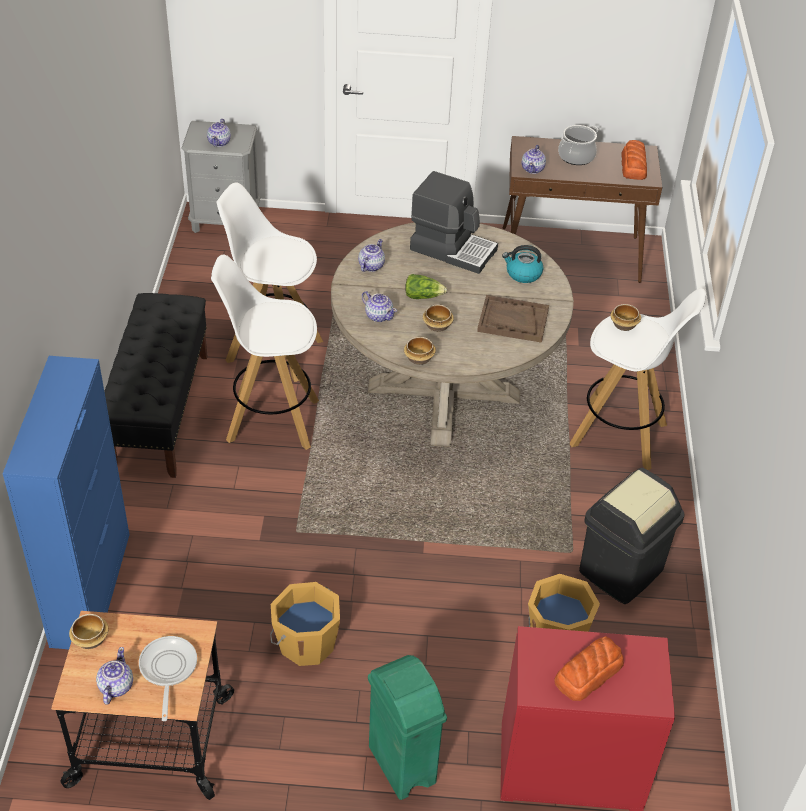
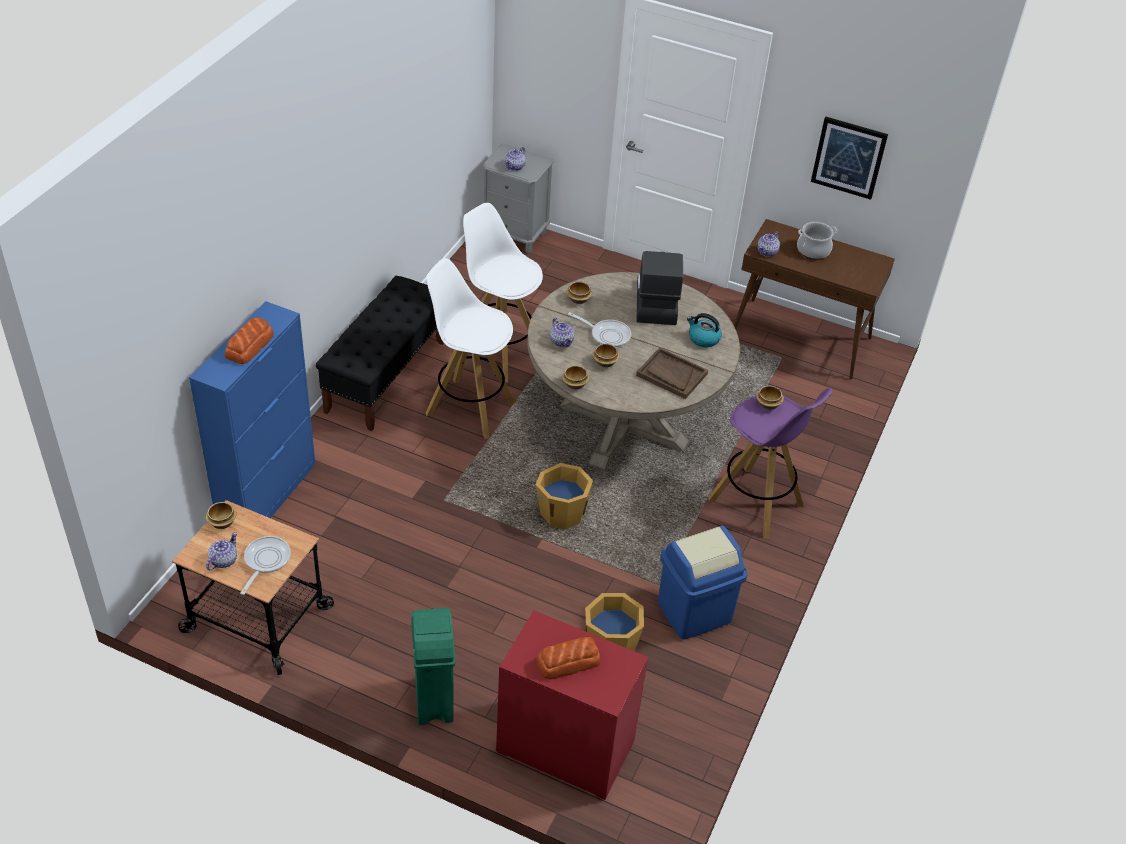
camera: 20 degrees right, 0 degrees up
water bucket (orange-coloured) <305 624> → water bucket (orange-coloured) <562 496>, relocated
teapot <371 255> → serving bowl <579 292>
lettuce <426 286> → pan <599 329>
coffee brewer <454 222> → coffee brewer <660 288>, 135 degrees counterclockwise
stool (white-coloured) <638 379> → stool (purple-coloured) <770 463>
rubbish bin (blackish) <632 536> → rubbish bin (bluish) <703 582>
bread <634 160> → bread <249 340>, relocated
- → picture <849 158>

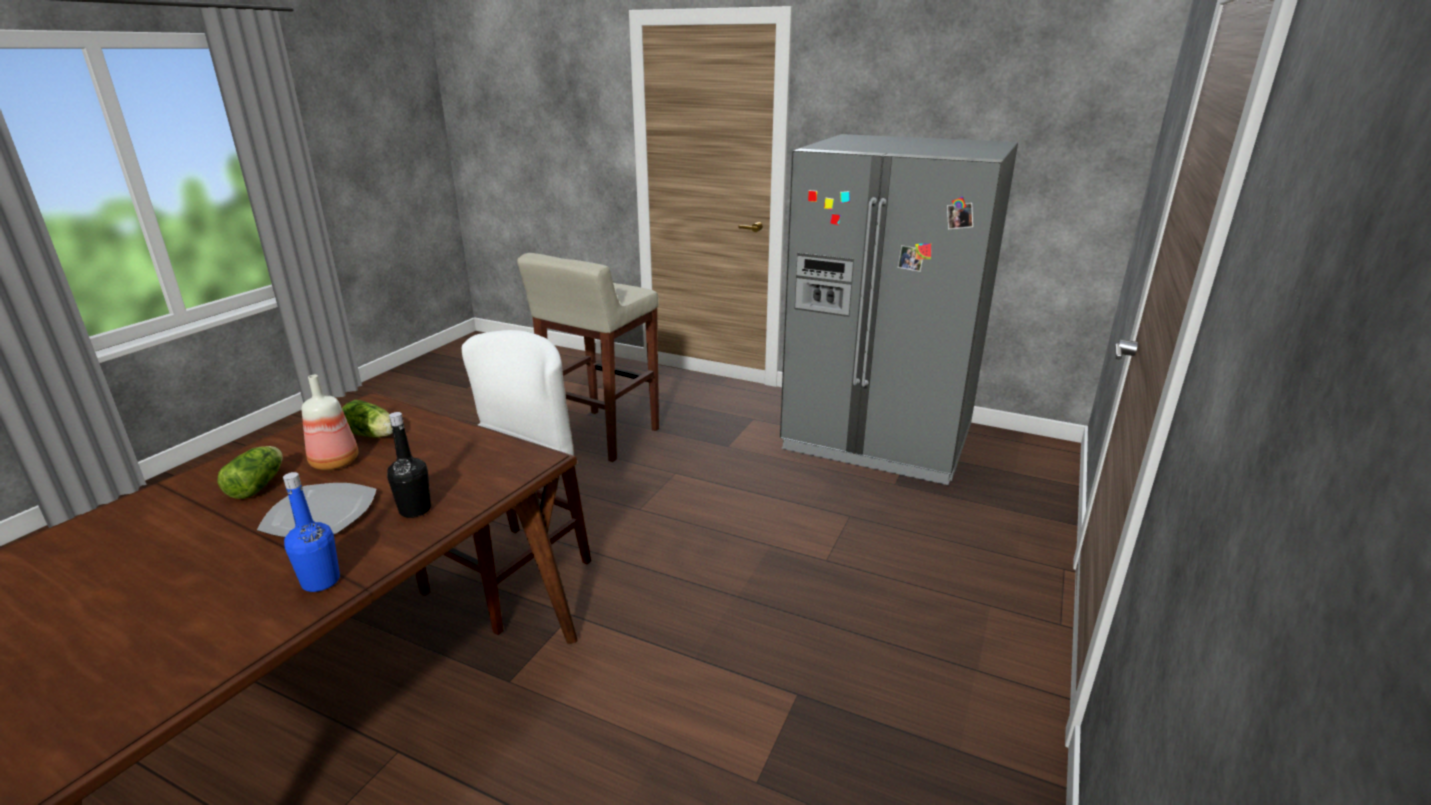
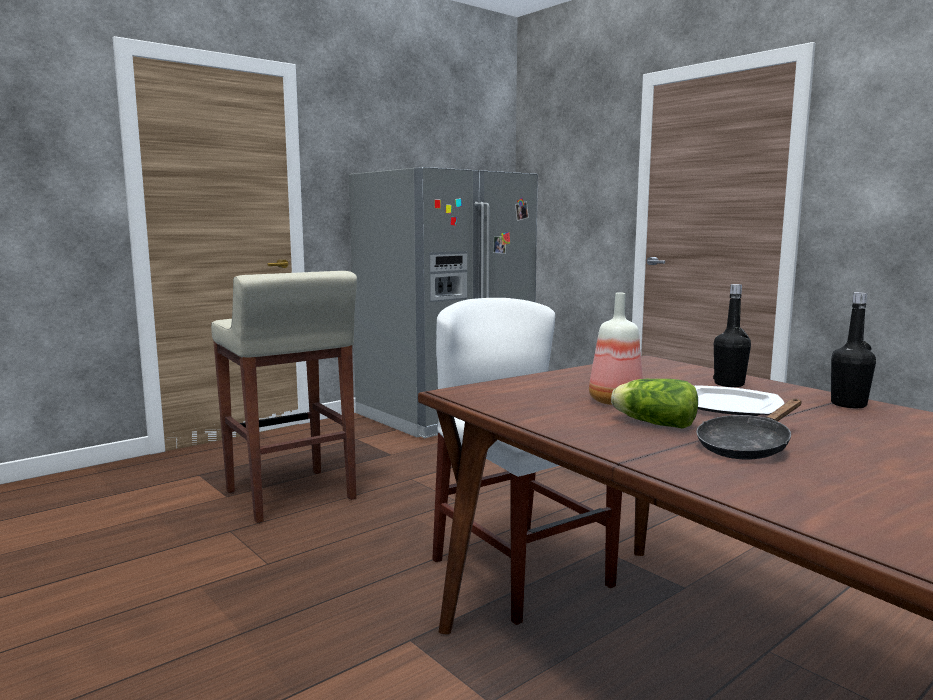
camera: 65 degrees left, 15 degrees down
beverage bottle (bluish) <311 532> → beverage bottle (blackish) <853 350>
lettuce <367 419> → -
- → pan (blackish) <748 428>

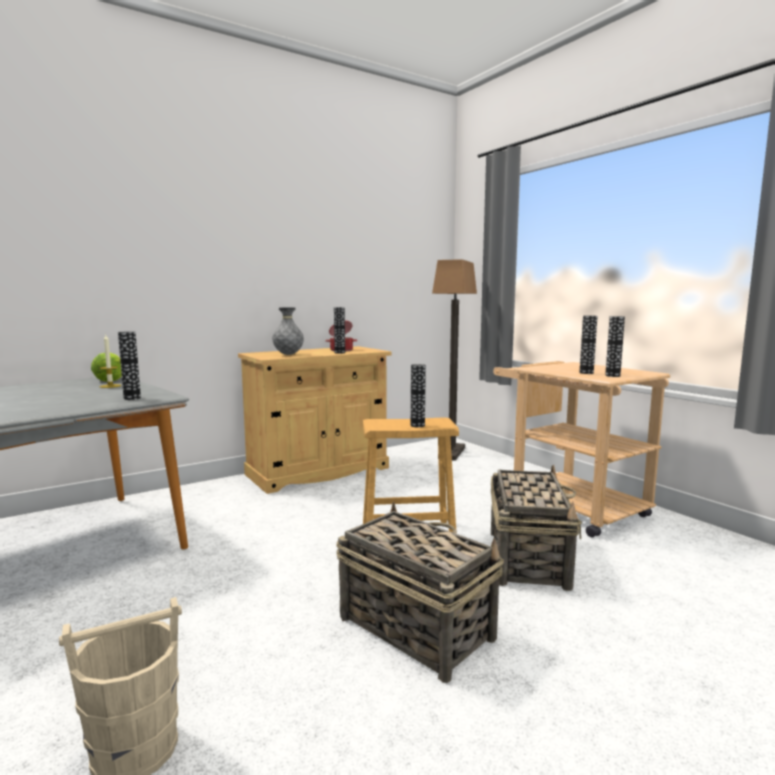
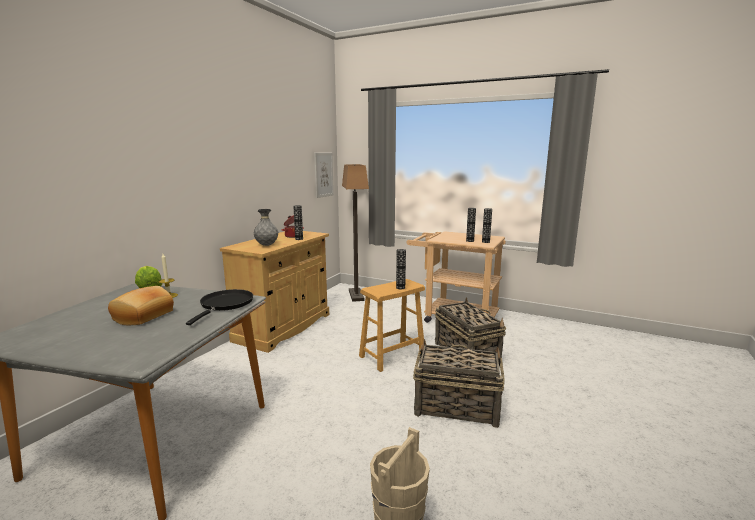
camera: 30 degrees left, 5 degrees up
flower vase <129 365> → pan (blackish) <219 307>
- → bread <141 305>
- → picture <324 175>

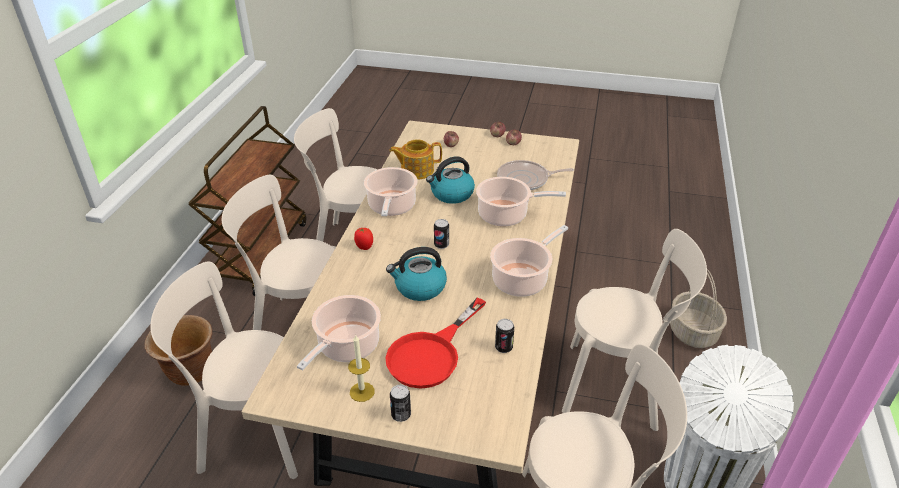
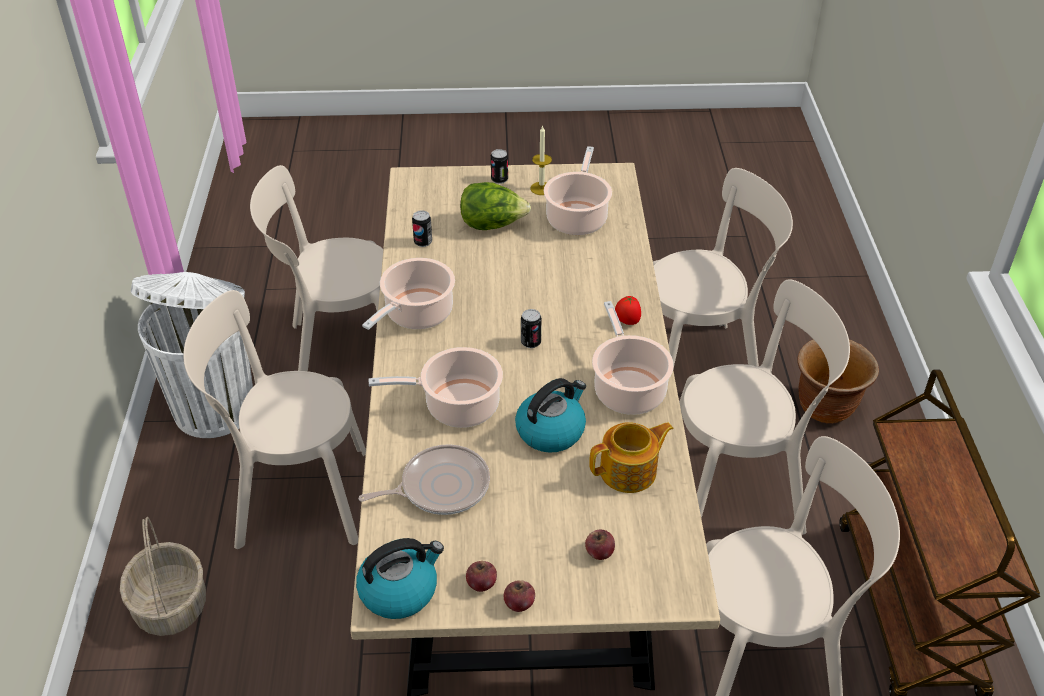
camera: 165 degrees right, 5 degrees up
pan (red-coloured) <435 343> → lettuce <495 206>
kettle <416 274> → kettle <400 578>, relocated

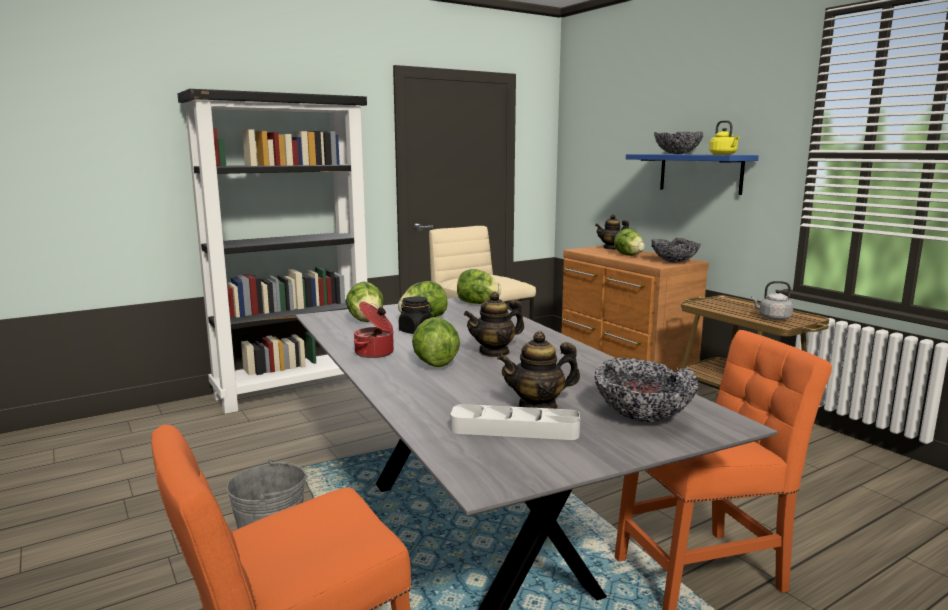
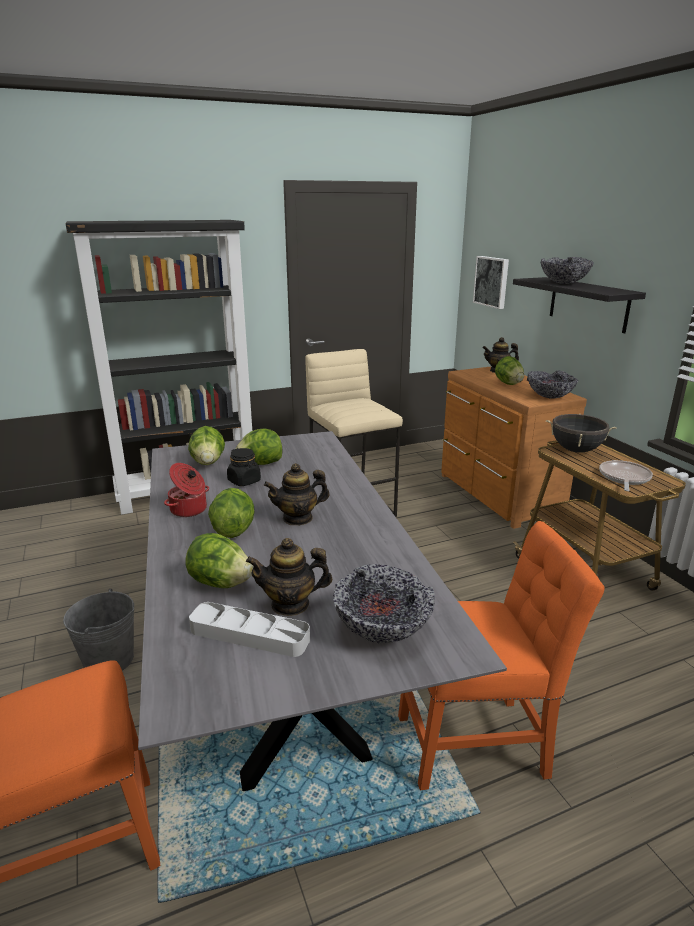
camera: 10 degrees right, 10 degrees up
lettuce <479 286> → lettuce <219 560>, relocated
wall shelf (bluish) <692 174> → wall shelf (blackish) <579 305>
kettle (yellow) <724 137> → -
kettle (greyish) <772 300> → pan <626 475>
- → picture <491 282>
- → saucepot (blackish) <581 433>

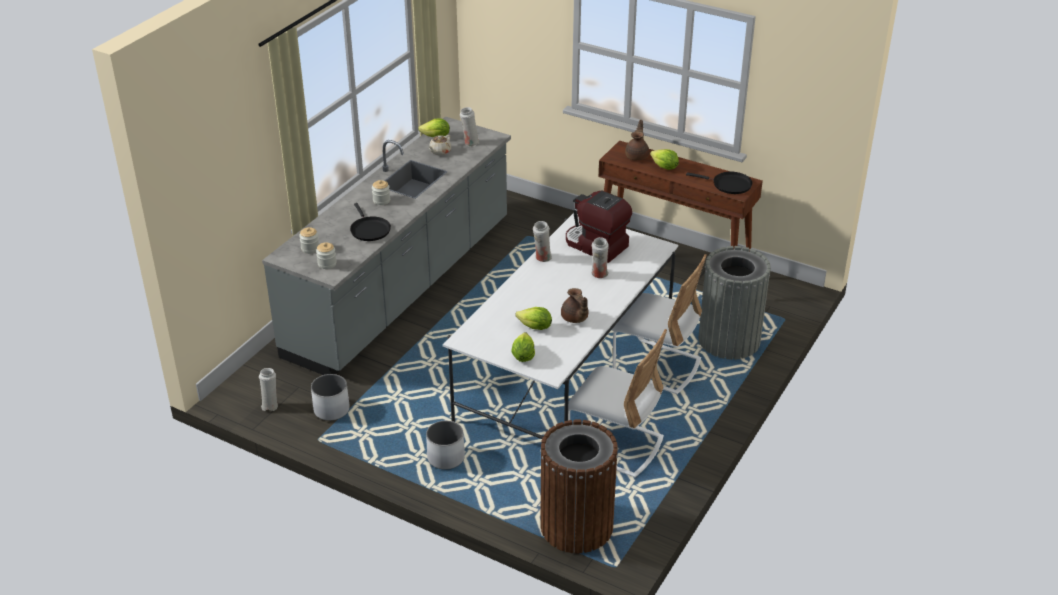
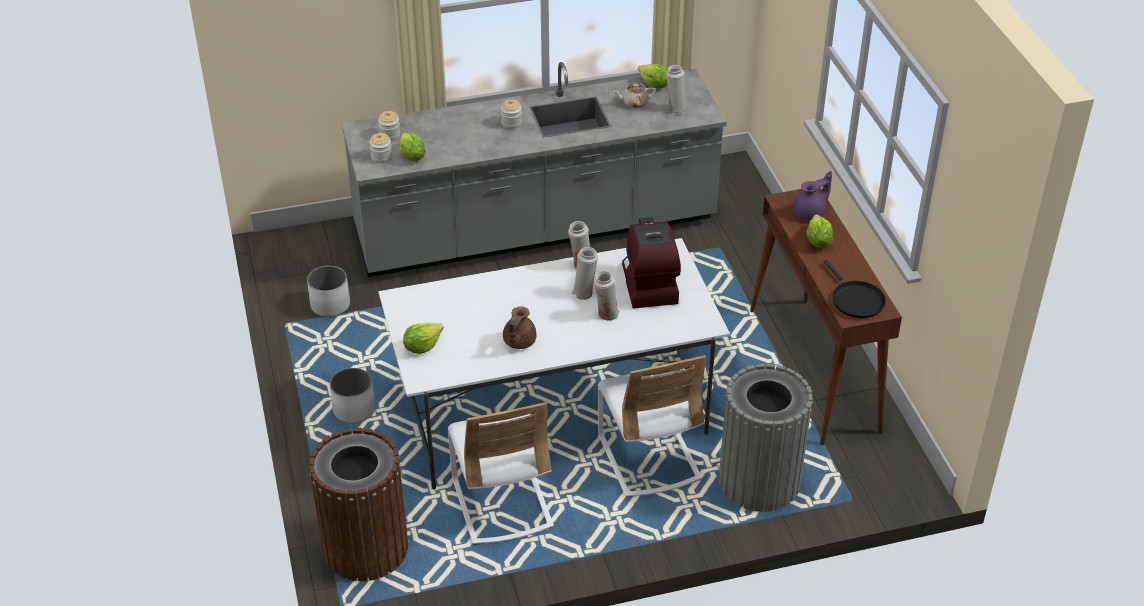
camera: 45 degrees right, 5 degrees up
flower vase (white-coloured) <268 389> → flower vase (white-coloured) <585 273>, relocated
pan (blackish) <370 222> → -
lettuce <533 318> → lettuce <413 147>, relocated
teapot (brown) <637 140> → teapot (purple-coloured) <812 195>

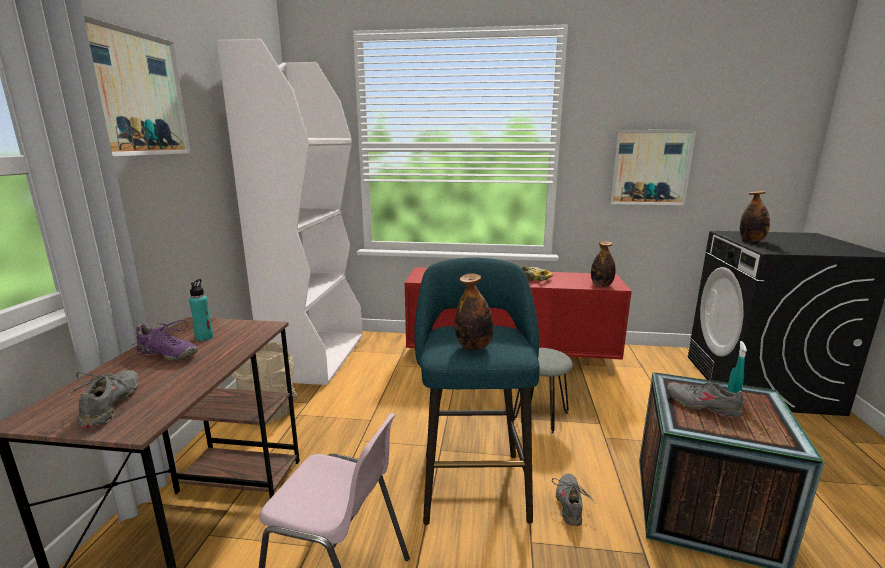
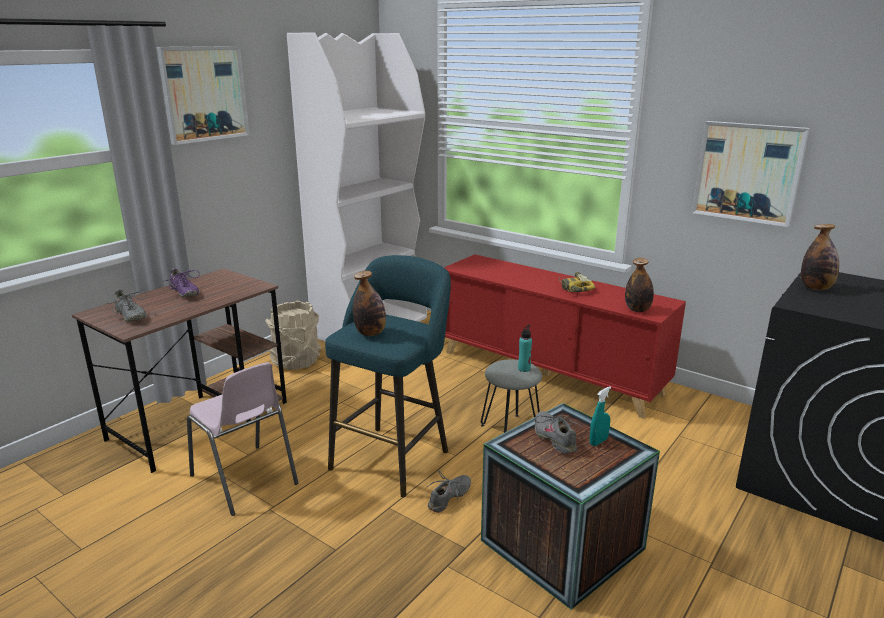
camera: 30 degrees right, 5 degrees up
low shoe (greyish) <102 399> → low shoe (greyish) <126 305>, 120 degrees clockwise
beverage bottle (turquoise-coloured) <201 310> → beverage bottle (turquoise-coloured) <525 348>, relocated

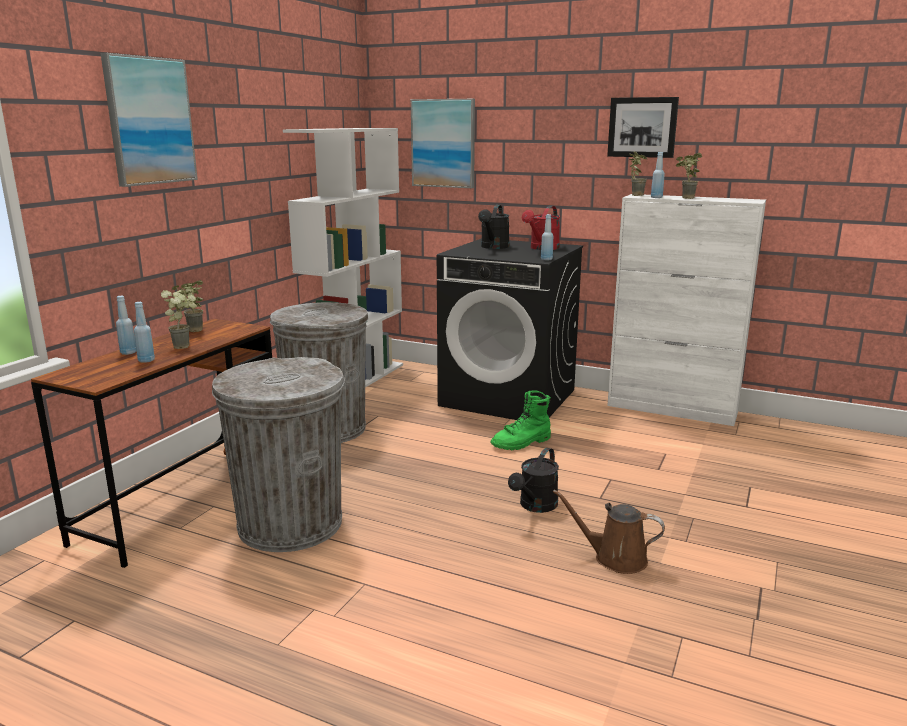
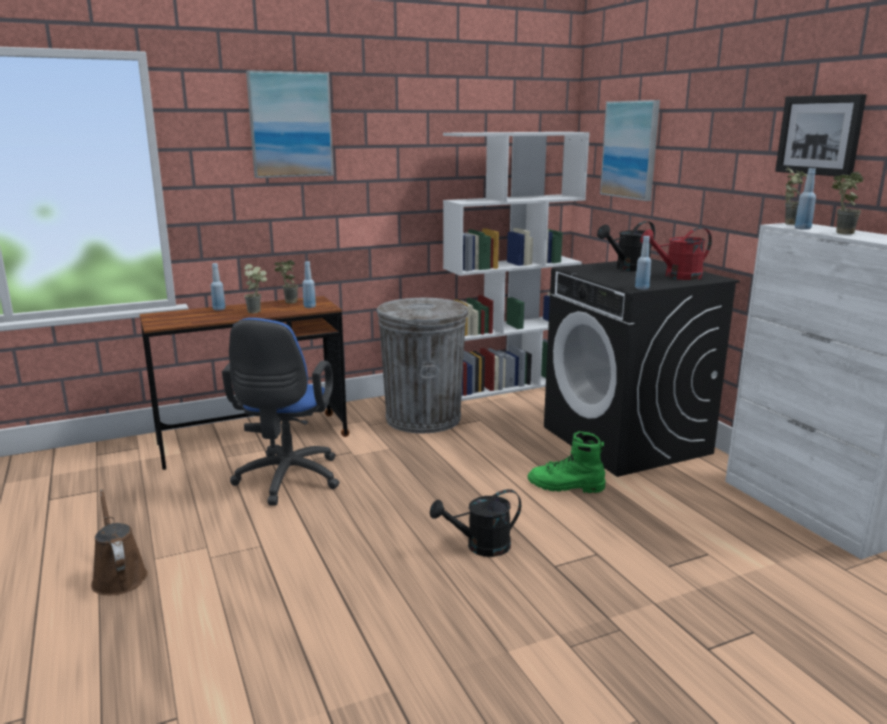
camera: 40 degrees right, 0 degrees up
beverage bottle (bluish) <144 332> → beverage bottle (bluish) <309 284>, relocated
rubbish bin (greyish) <278 454> → desk chair (bluish) <281 412>
sprinkling can (brown) <609 532> → sprinkling can (brown) <119 542>, relocated

